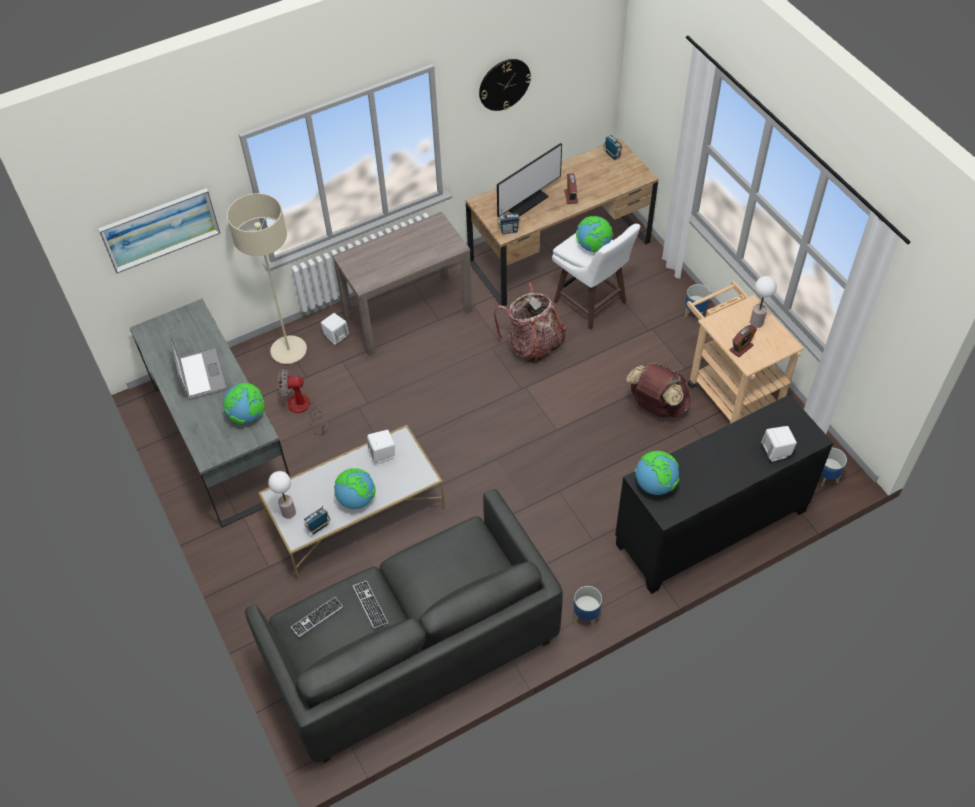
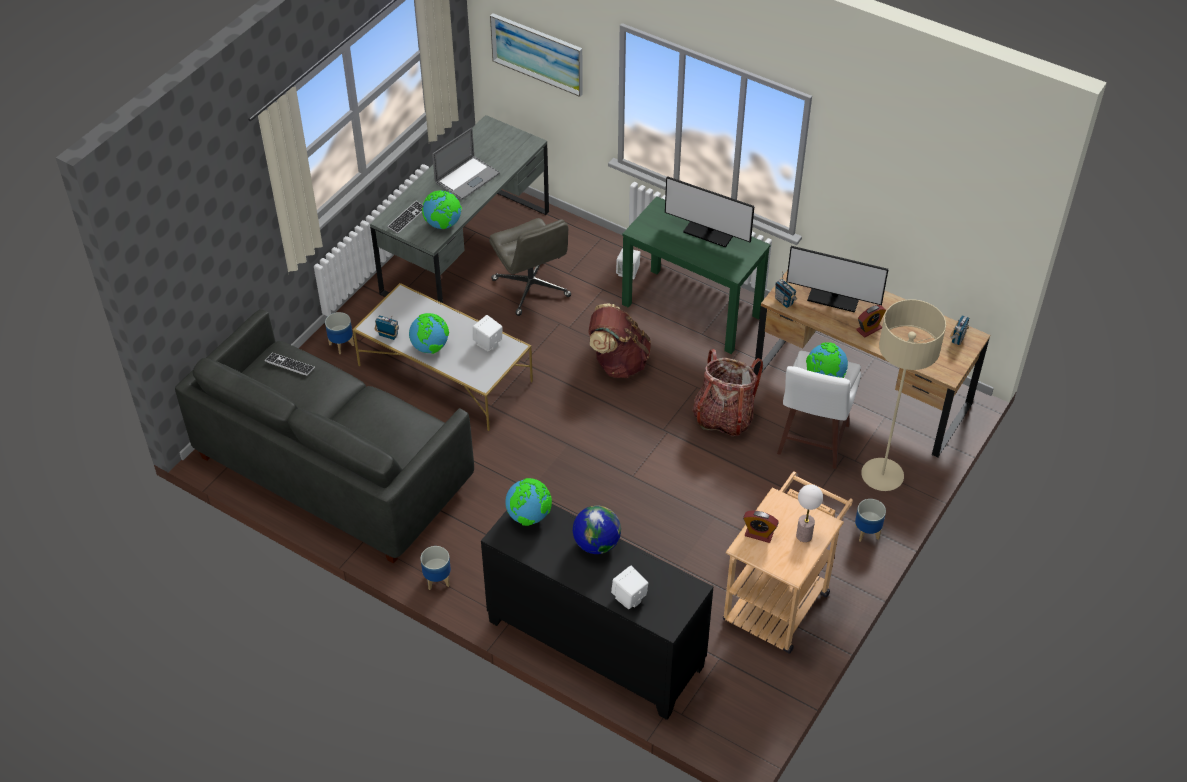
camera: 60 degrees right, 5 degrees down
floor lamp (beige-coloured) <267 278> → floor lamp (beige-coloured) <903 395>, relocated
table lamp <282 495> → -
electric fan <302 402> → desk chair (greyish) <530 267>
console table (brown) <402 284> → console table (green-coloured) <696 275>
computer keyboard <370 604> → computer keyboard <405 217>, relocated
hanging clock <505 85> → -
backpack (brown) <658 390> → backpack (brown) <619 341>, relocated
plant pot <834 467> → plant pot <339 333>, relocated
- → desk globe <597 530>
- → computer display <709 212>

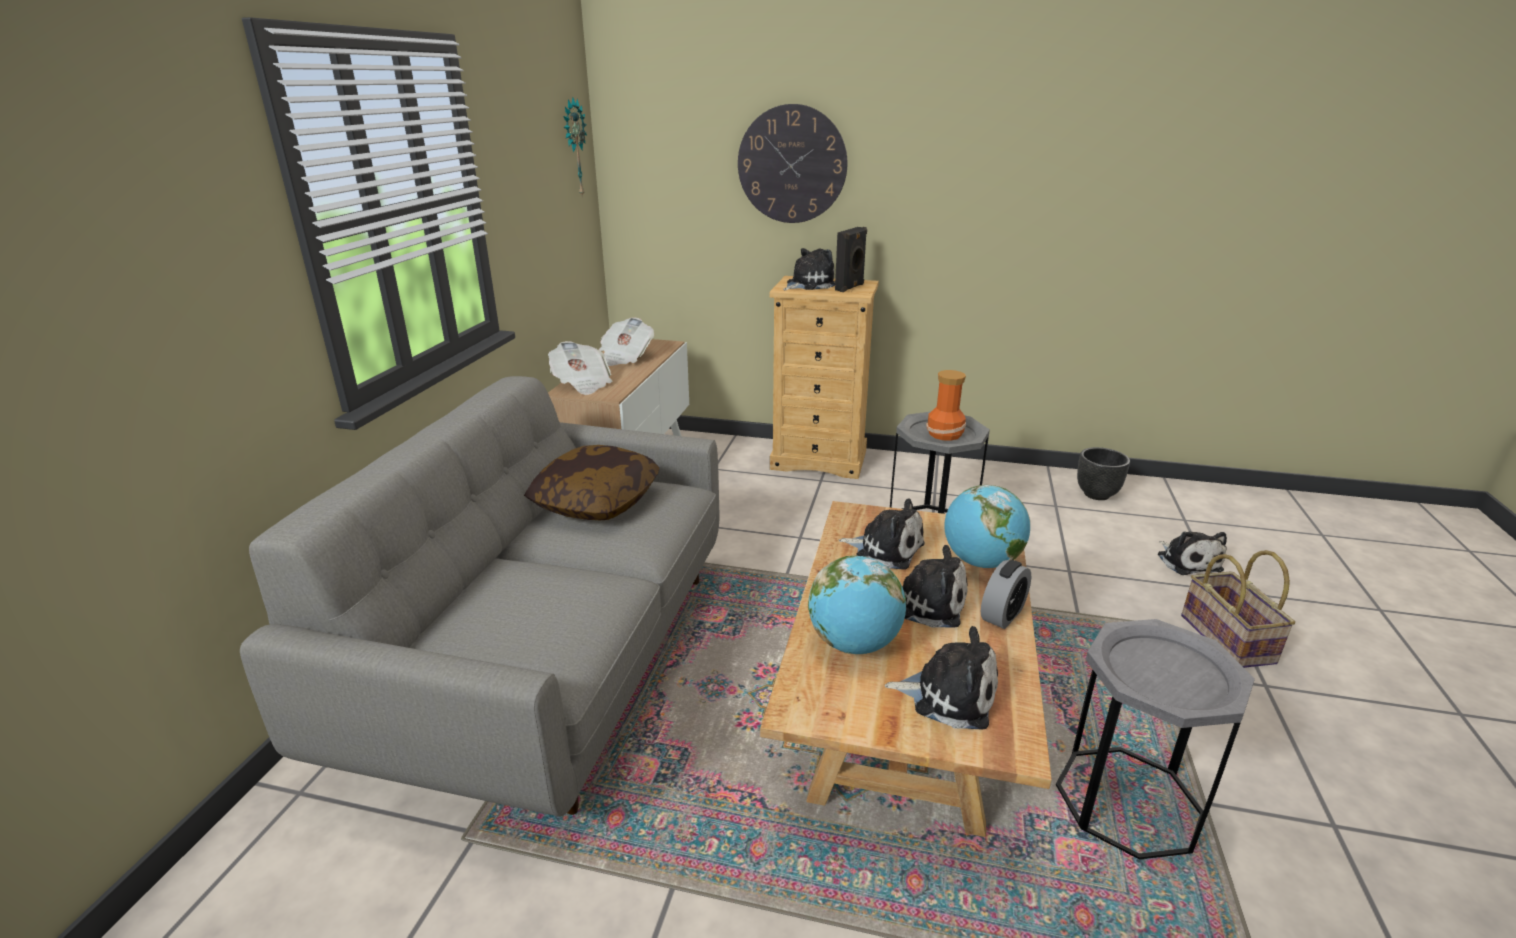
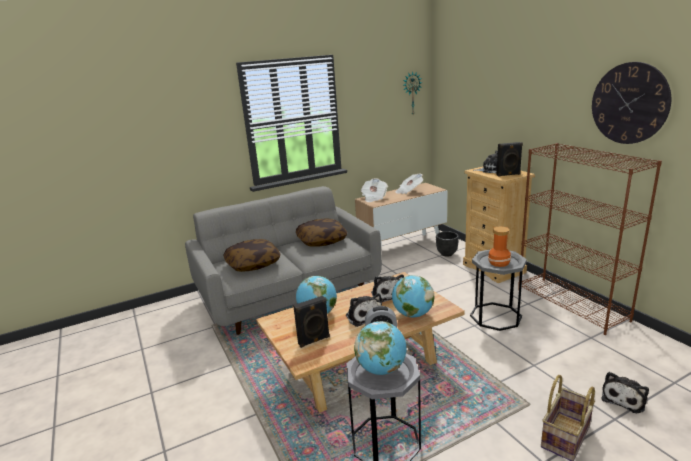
camera: 50 degrees right, 5 degrees down
hanging clock <793 163> → hanging clock <631 103>, relocated
soft toy <941 678> → audio speaker (blackish) <311 322>
plant pot (blackish) <1103 473> → plant pot (blackish) <447 244>, relocated
- → cushion <252 255>
- → desk globe <380 348>
- → shelving unit (brown) <590 239>

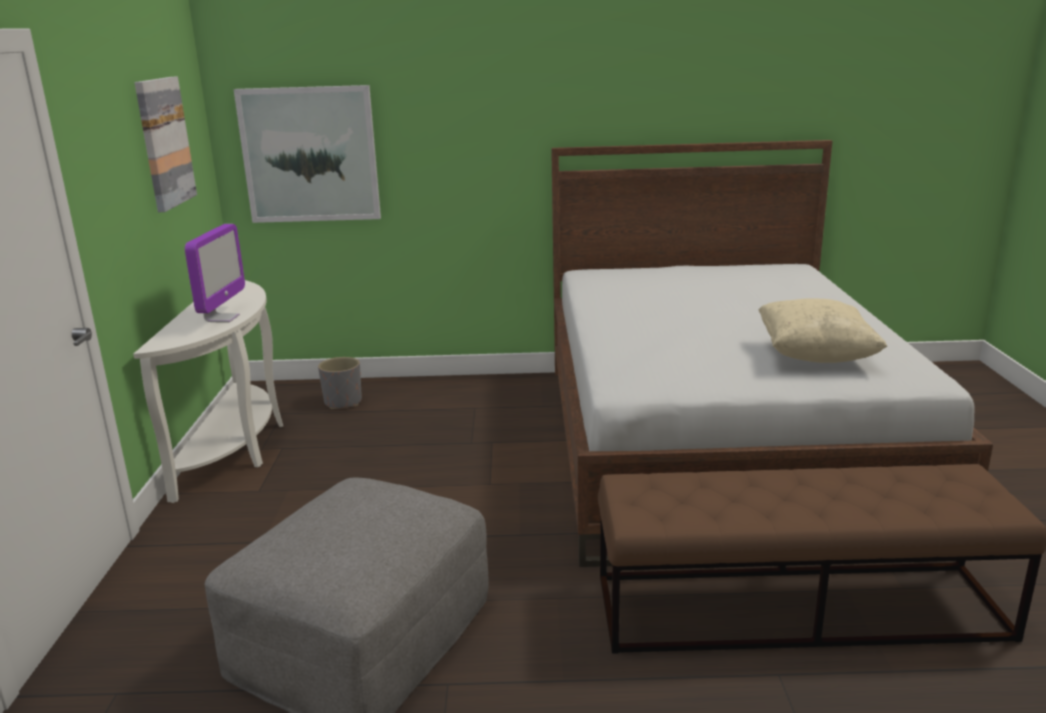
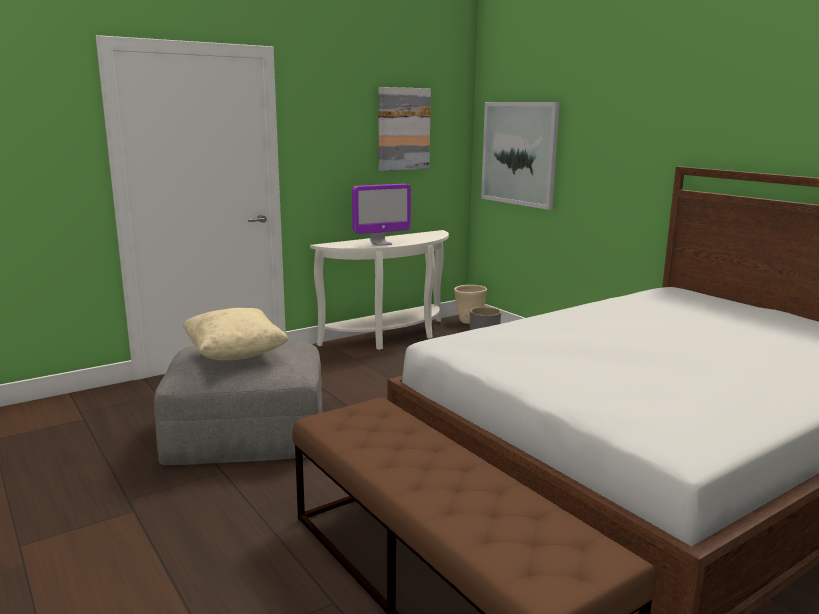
camera: 55 degrees right, 5 degrees down
cushion (beige-coloured) <822 330> → cushion (beige-coloured) <235 334>, relocated
- → plant pot (beige-coloured) <470 304>

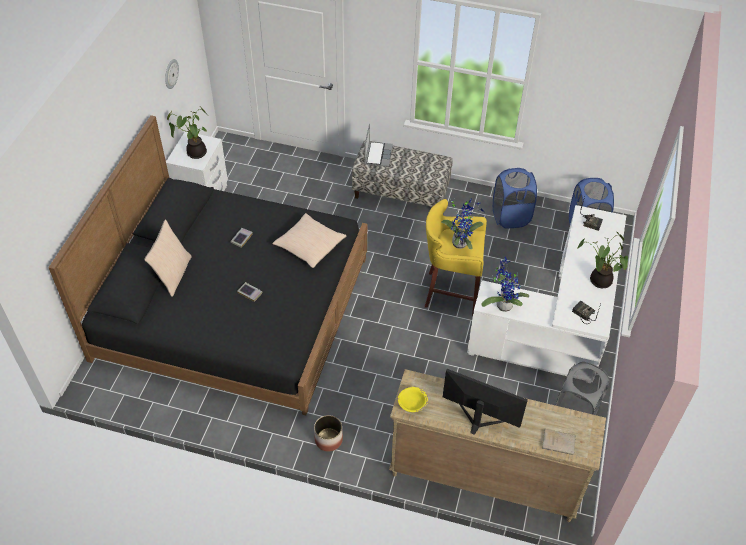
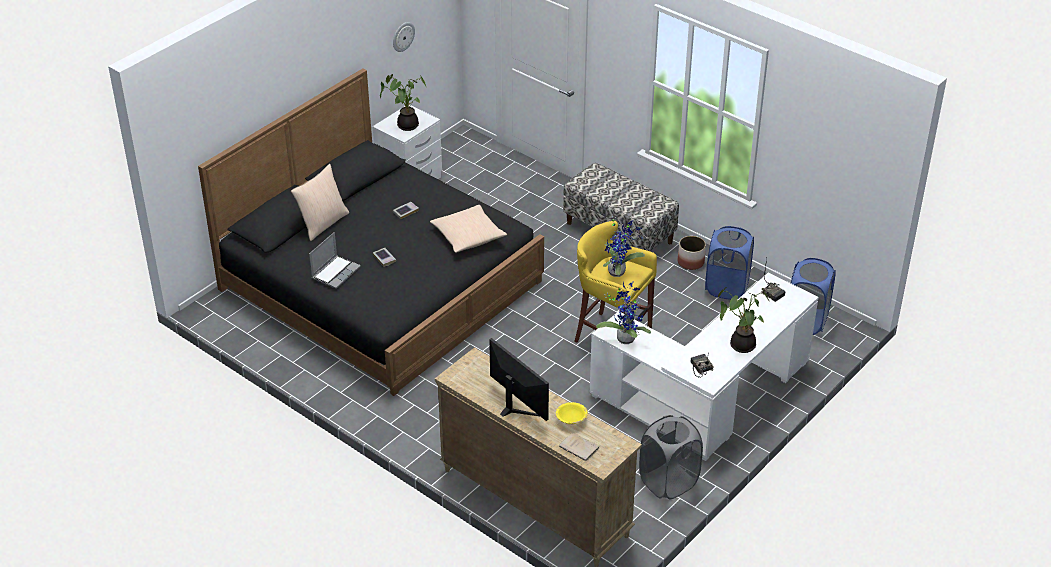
camera: 25 degrees right, 10 degrees down
plant pot <328 433> → plant pot <692 253>, relocated
portable computer <378 145> → portable computer <335 260>, relocated
serving bowl (yellow) <413 399> → serving bowl (yellow) <572 413>, relocated

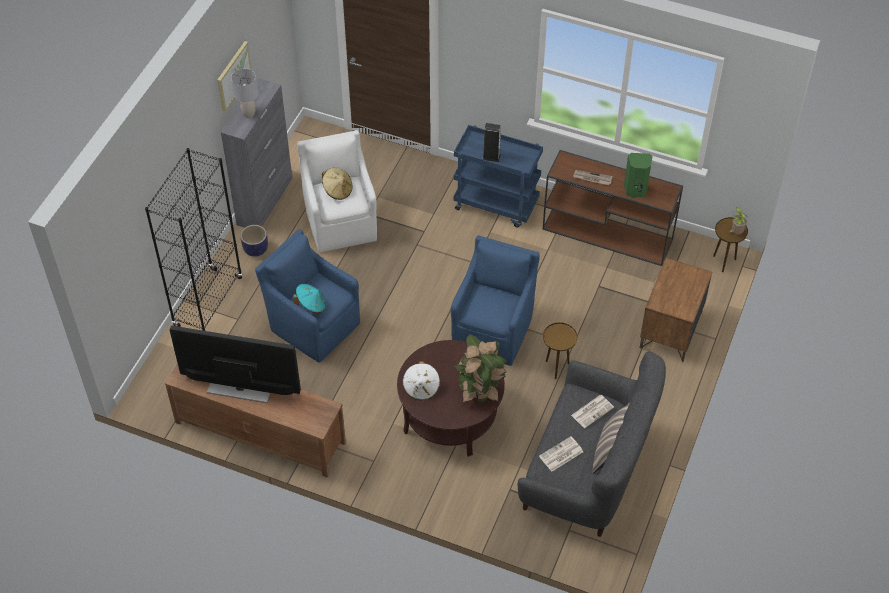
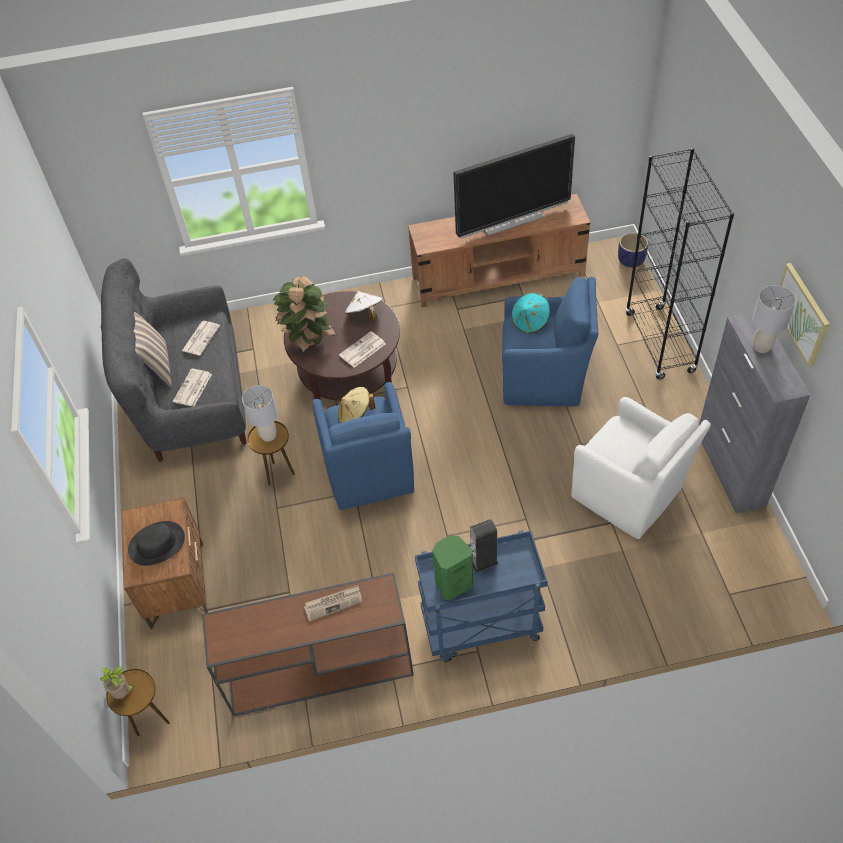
camera: 150 degrees right, 0 degrees up
plant pot <254 241> → plant pot <633 250>, relocated
clothing hat (beige-coloured) <337 183> → clothing hat (beige-coloured) <356 405>, relocated
audio speaker (green-coloured) <638 175> → audio speaker (green-coloured) <452 568>, relocated
- → clothing hat (blackish) <156 543>
- → table lamp (greyish) <260 413>
- → daily paper <362 349>

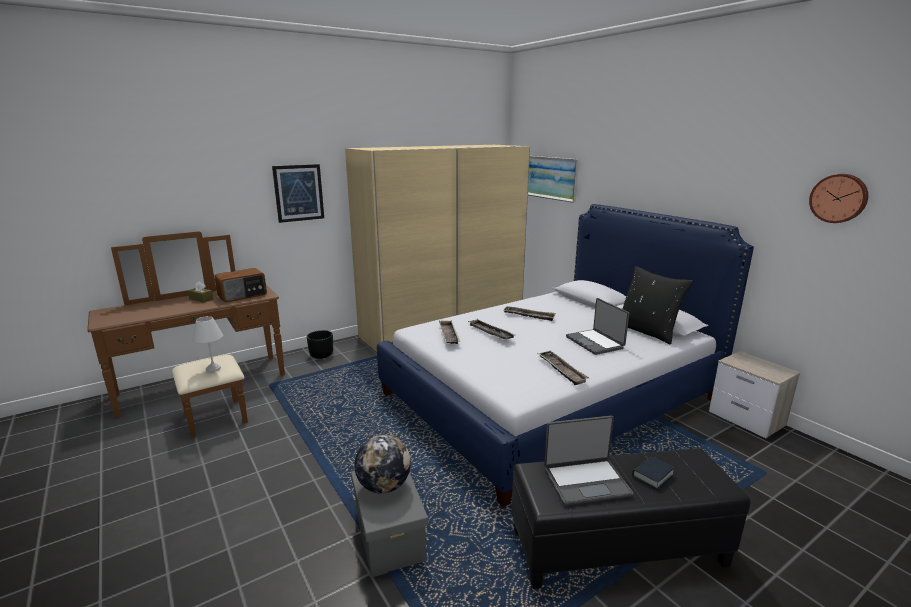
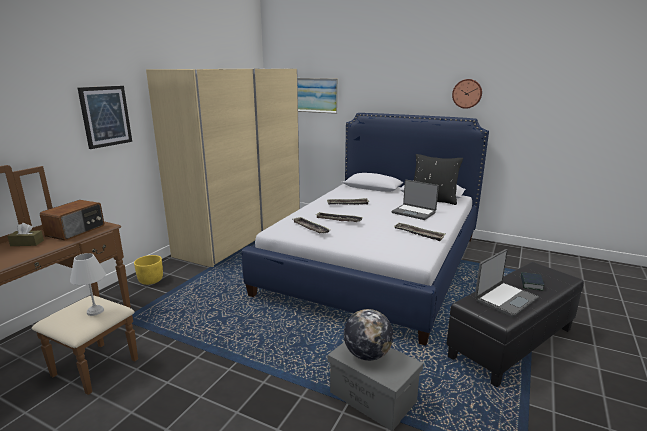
camera: 30 degrees left, 0 degrees up
plant pot (blackish) <320 344> → plant pot (yellow) <148 270>
nightstand <755 395> → -
hanging clock <838 198> → hanging clock <467 94>, relocated

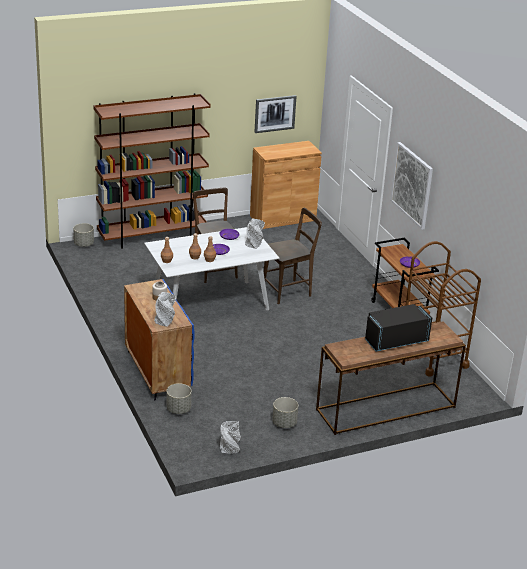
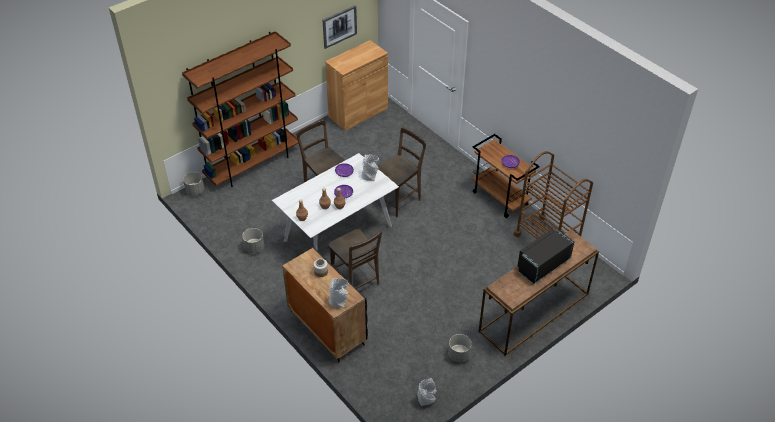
camera: 15 degrees left, 15 degrees up
cupboard (bluish) <159 339> → cupboard (blackish) <325 305>
plant pot (greyish) <178 398> → plant pot (greyish) <253 240>, relocated
picture <411 186> → -
- → chair (brown) <355 259>

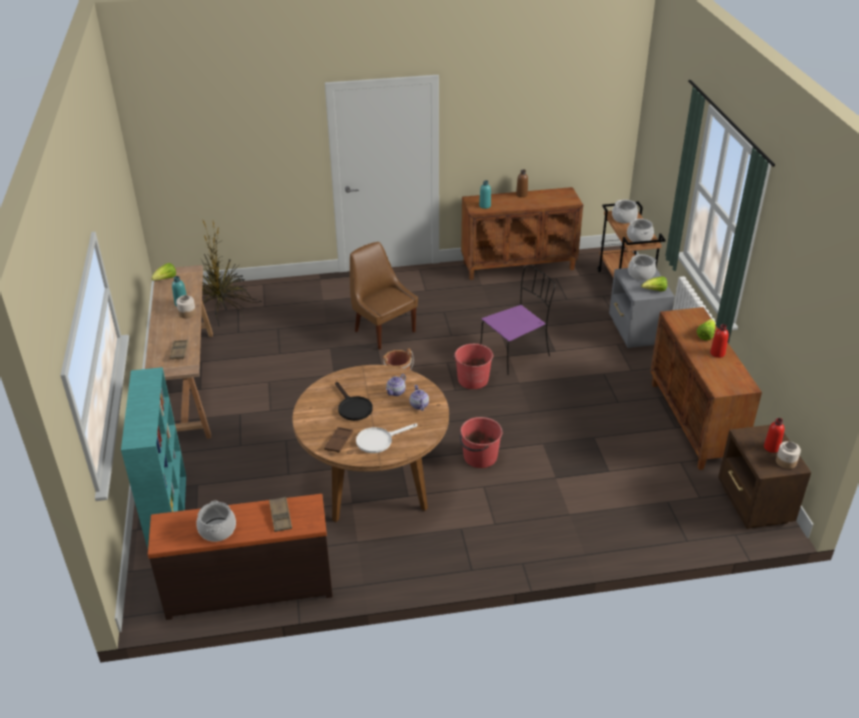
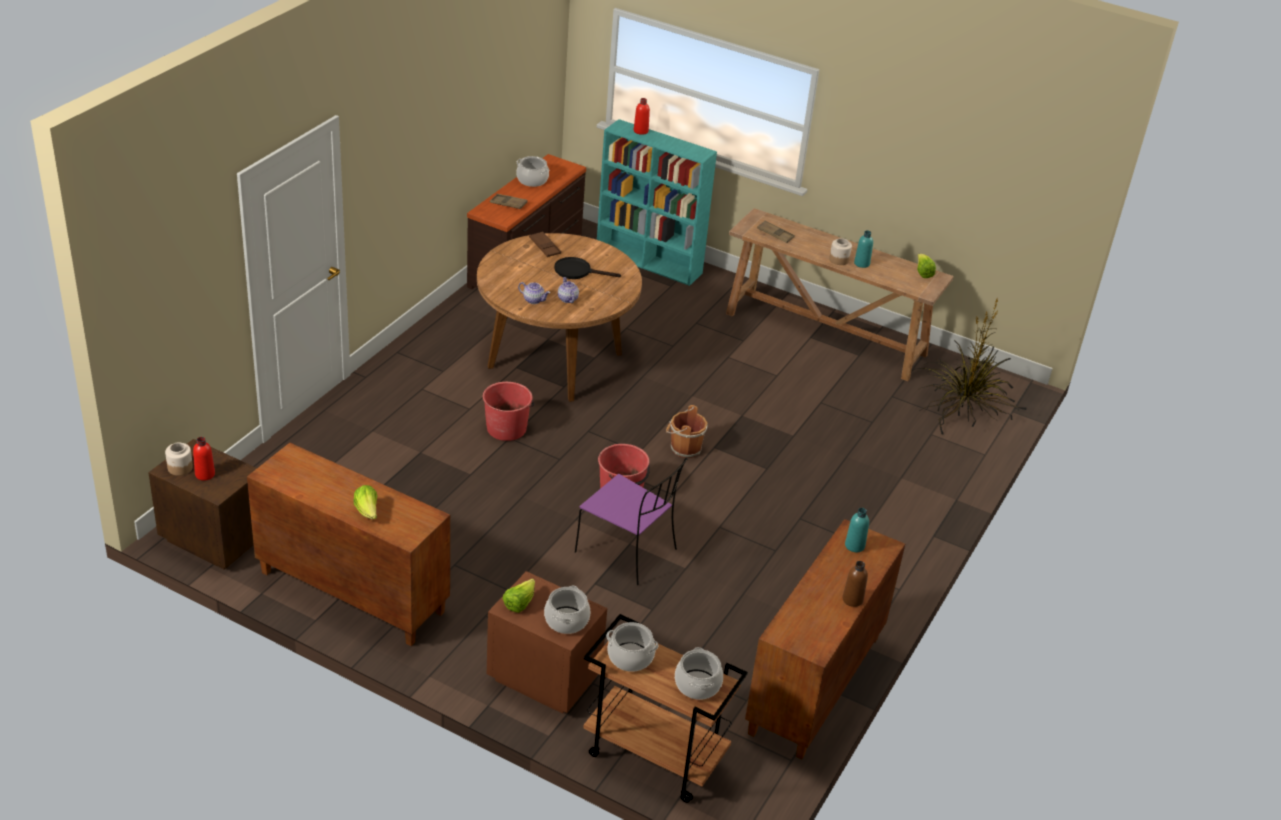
camera: 125 degrees right, 0 degrees up
chair (brown) <384 296> → -
pan (white-coloured) <386 438> → -
chair (purple-coloured) <517 320> → chair (purple-coloured) <631 521>, 60 degrees counterclockwise
nightstand (greyish) <642 308> → nightstand (brown) <547 642>
beverage bottle (red-coloured) <719 341> → beverage bottle (red-coloured) <642 116>, relocated

